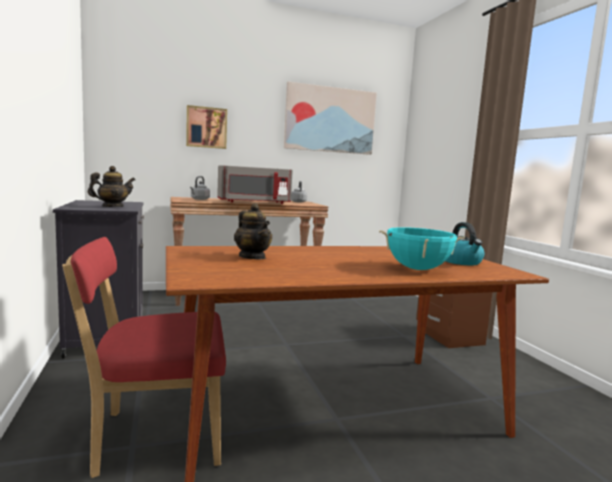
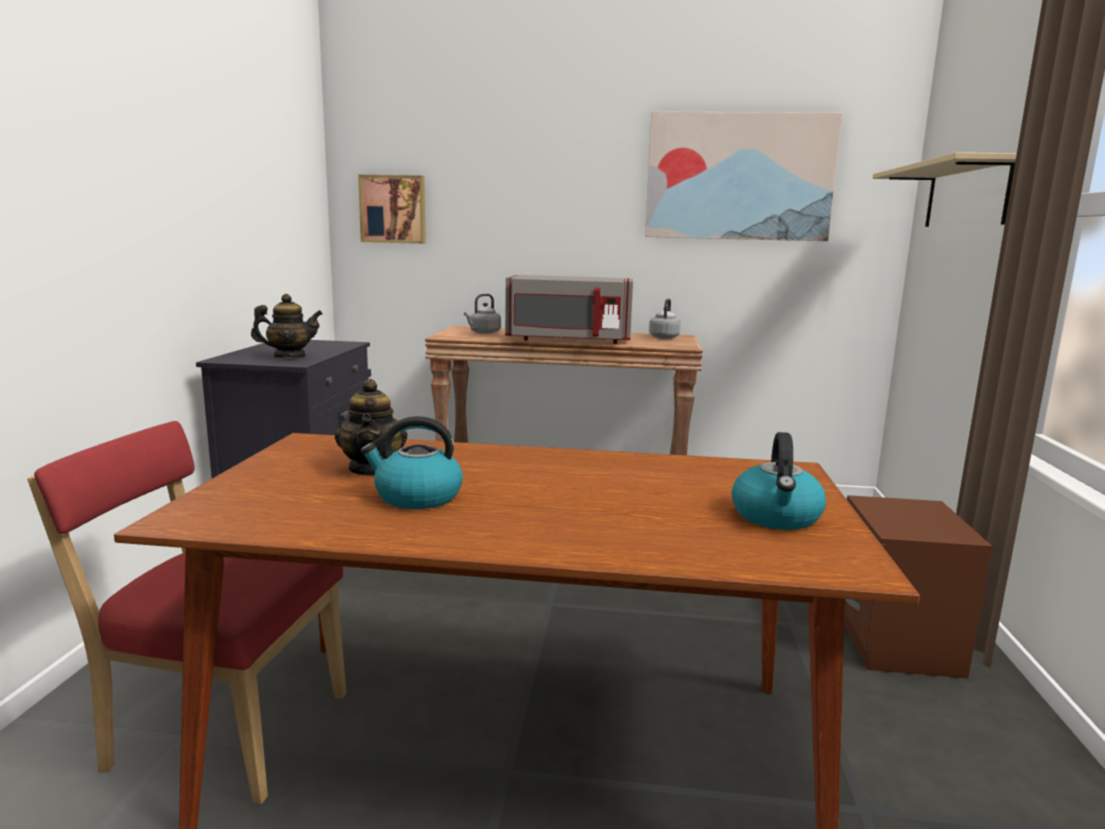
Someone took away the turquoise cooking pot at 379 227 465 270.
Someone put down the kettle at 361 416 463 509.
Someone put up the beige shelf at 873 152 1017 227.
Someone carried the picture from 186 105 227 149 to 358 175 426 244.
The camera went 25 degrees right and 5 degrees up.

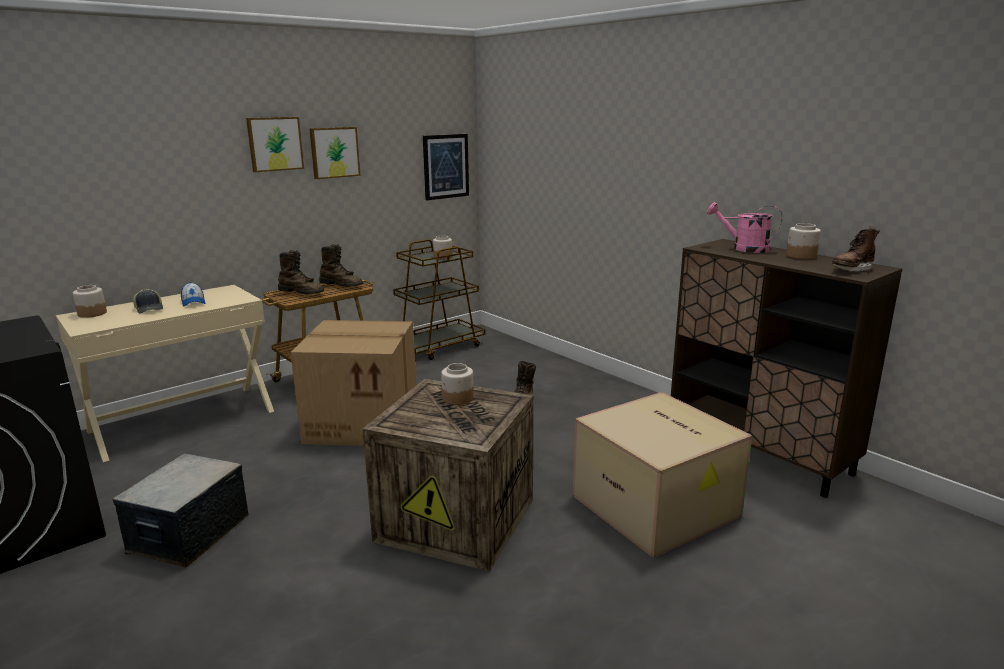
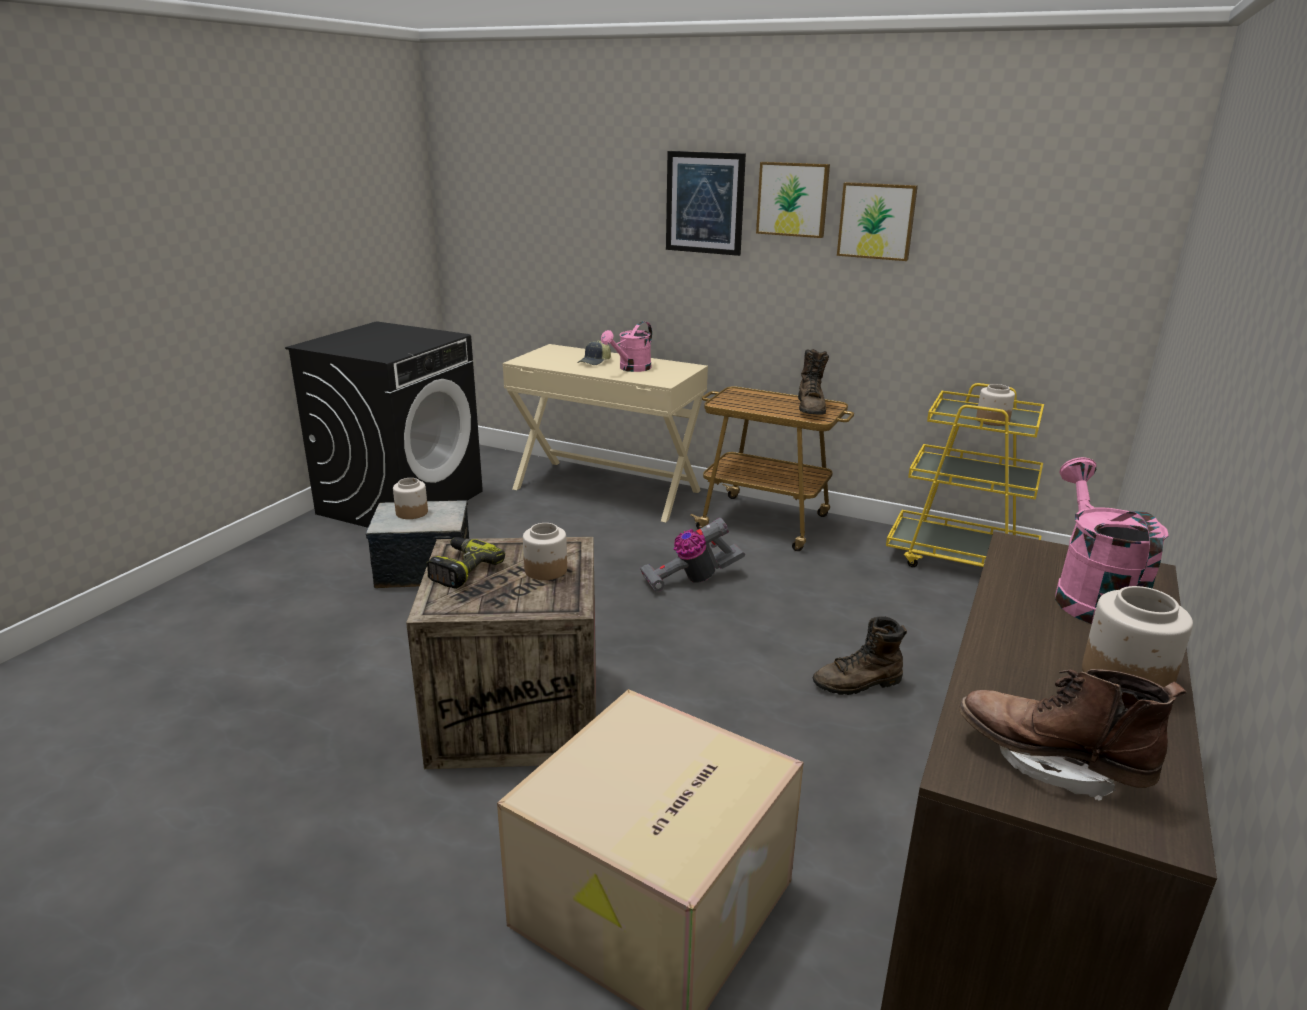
Someone took away the brown boot at 278 250 324 294.
Someone put down the power drill at 427 537 505 589.
Someone carried the jar from 73 285 107 318 to 393 478 428 519.
Someone carried the picture from 423 134 469 200 to 666 151 746 256.
Someone swapped the cap at 181 282 205 307 for the pink watering can at 601 321 652 372.
Someone swapped the cardboard box at 290 320 416 446 for the vacuum cleaner at 640 518 745 593.
Someone repainted the brown cart at 393 239 485 360, which became the yellow cart at 886 383 1044 567.
The camera went 65 degrees right and 5 degrees up.

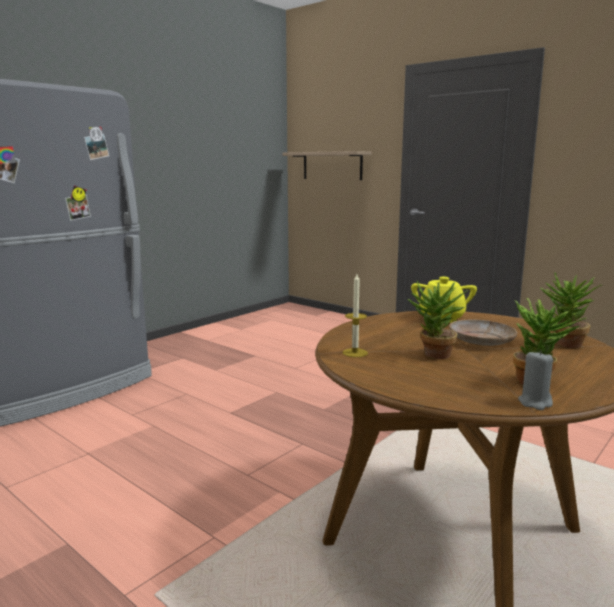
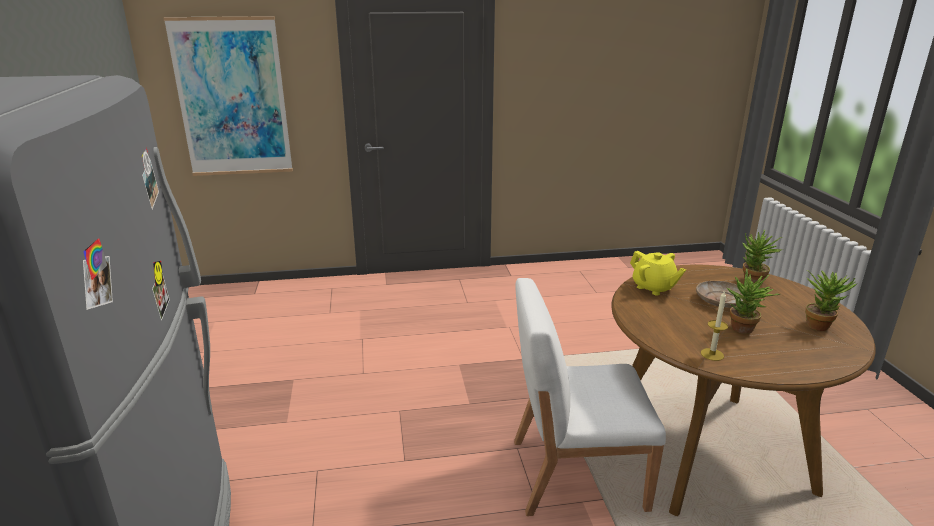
Someone took away the grey candle at 518 350 553 410.
Someone put down the white chair at 514 278 666 516.
Someone swapped the shelf at 282 151 371 180 for the picture at 163 16 293 176.
The camera went 50 degrees left and 10 degrees up.

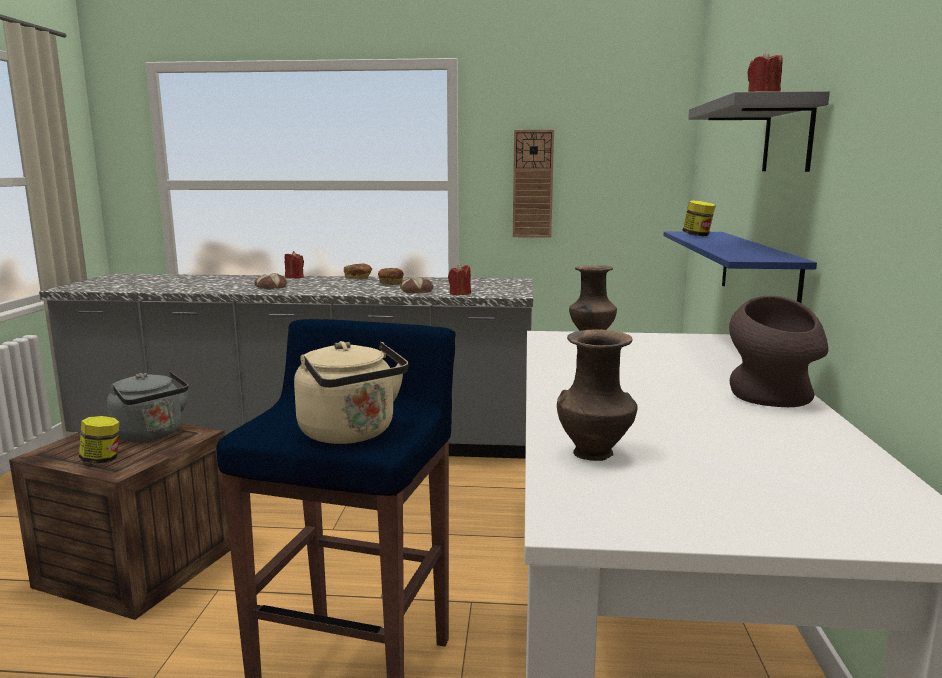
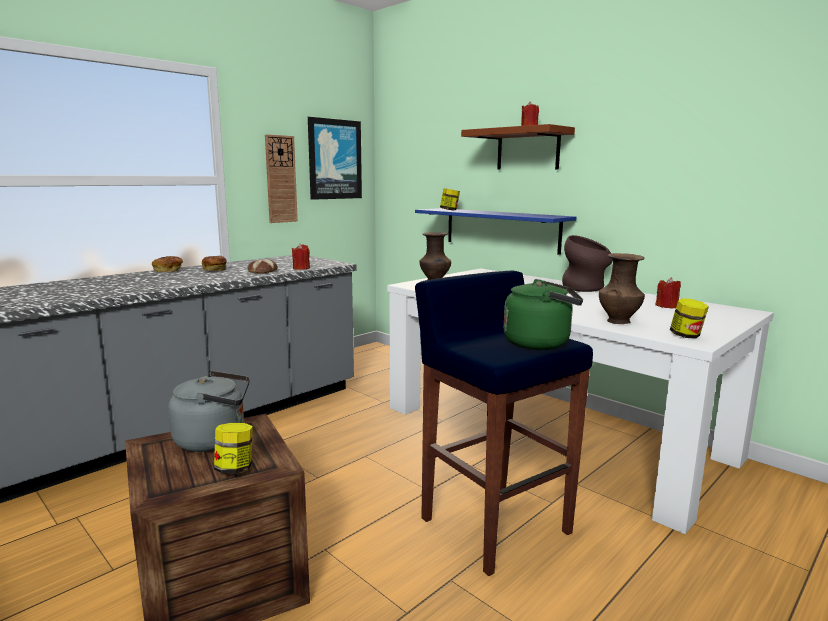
Someone took away the bread at 254 273 287 289.
Someone put up the picture at 308 117 362 200.
Someone put down the jar at 670 298 709 339.
Someone carried the red candle from 285 251 304 278 to 656 277 681 308.
Someone repainted the beige kettle at 294 341 408 444, which became the green kettle at 504 279 583 350.
Someone repainted the grey shelf at 688 91 830 172, which became the brown shelf at 461 124 575 170.
The camera went 50 degrees left and 0 degrees up.

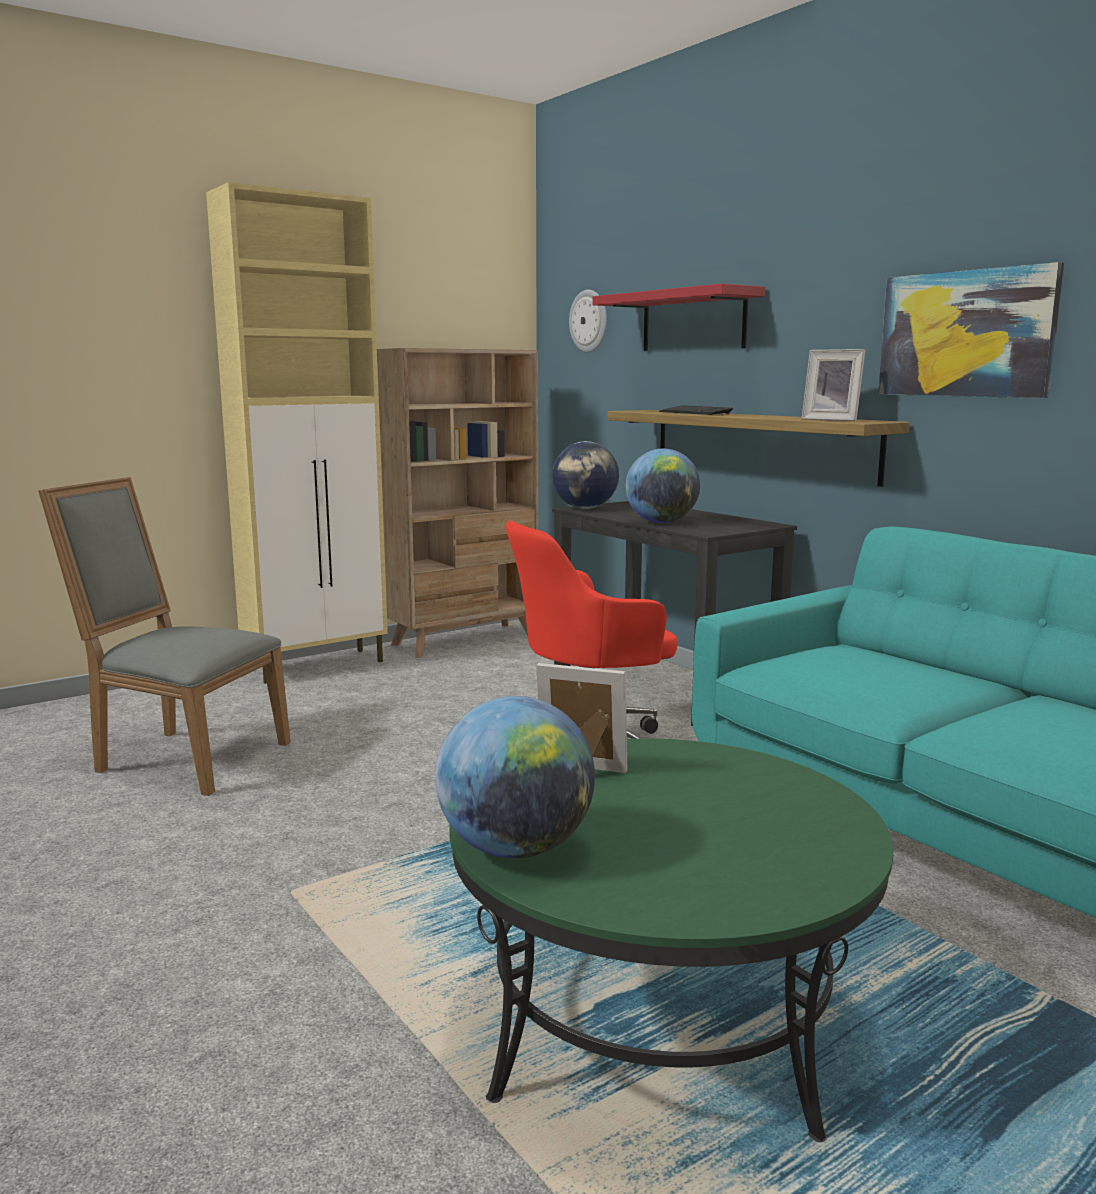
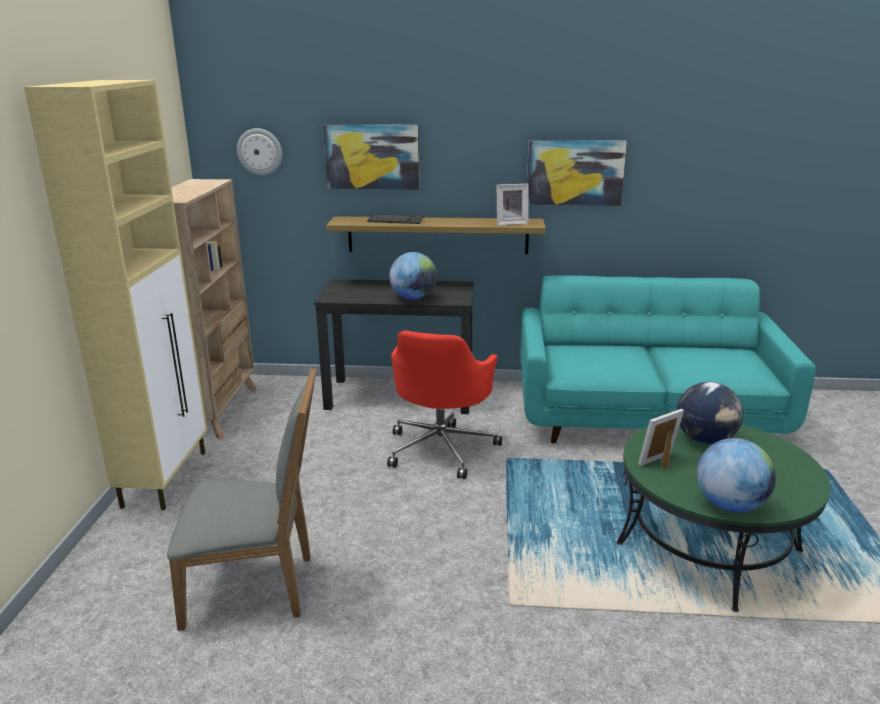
Someone carried the globe from 552 441 619 509 to 677 382 743 445.
Someone swapped the red shelf at 593 283 765 351 for the picture at 323 124 420 190.
Someone rotated the grey chair at 38 477 291 796 by 150 degrees counterclockwise.
The camera went 50 degrees left and 10 degrees up.

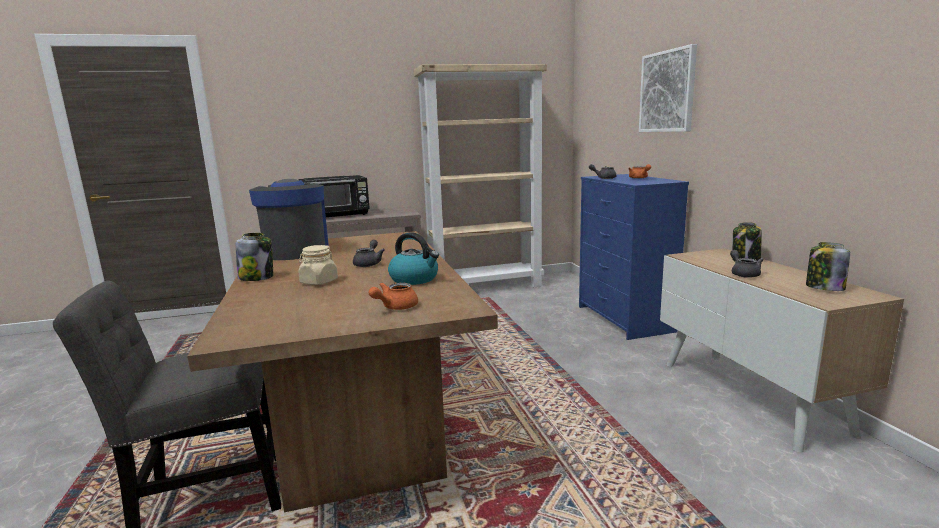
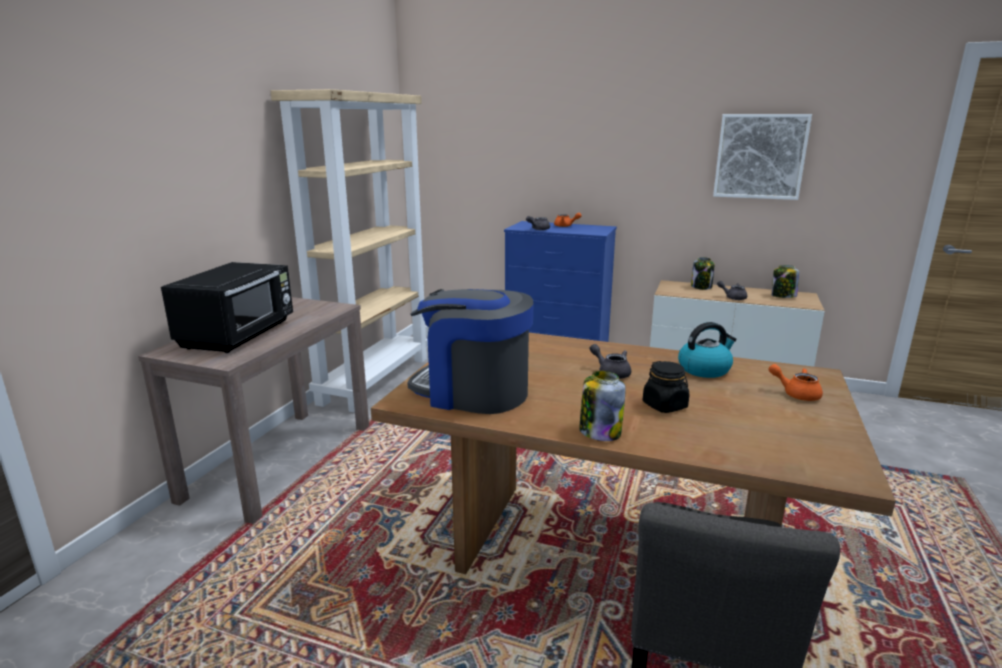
Someone carried the picture from 639 44 697 132 to 713 114 812 200.
Someone repainted the beige jar at 298 245 338 285, which became the black jar at 643 361 689 413.
Someone rotated the orange teapot at 369 283 418 310 by 135 degrees clockwise.
The camera went 55 degrees left and 5 degrees up.

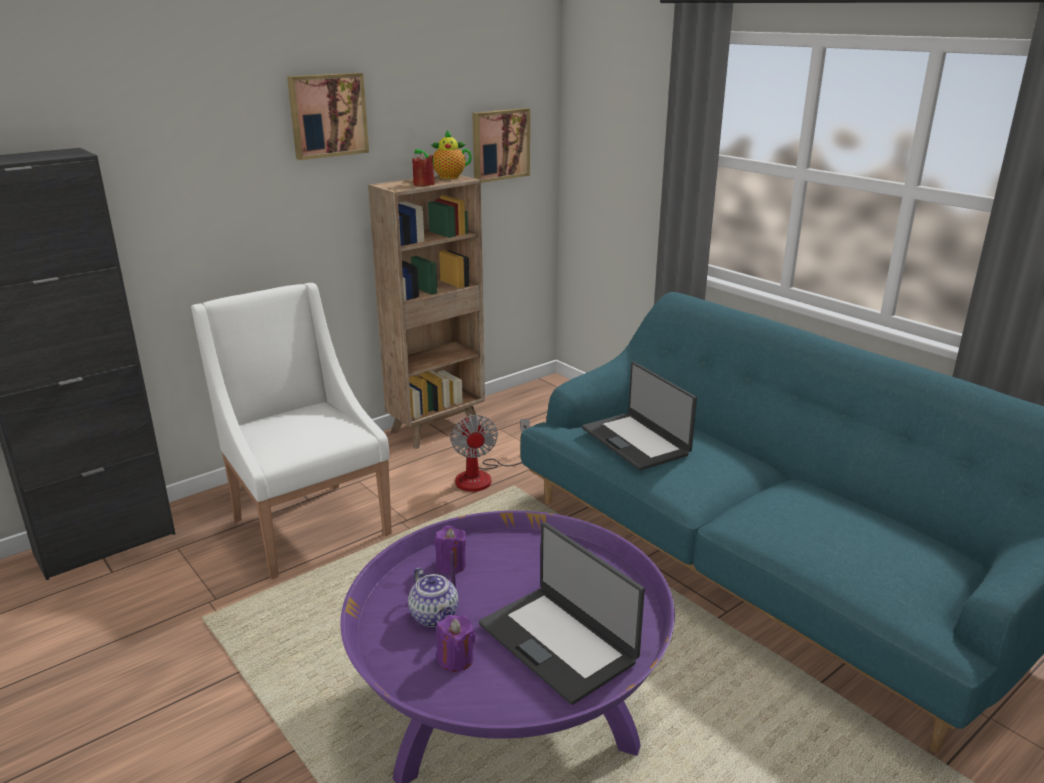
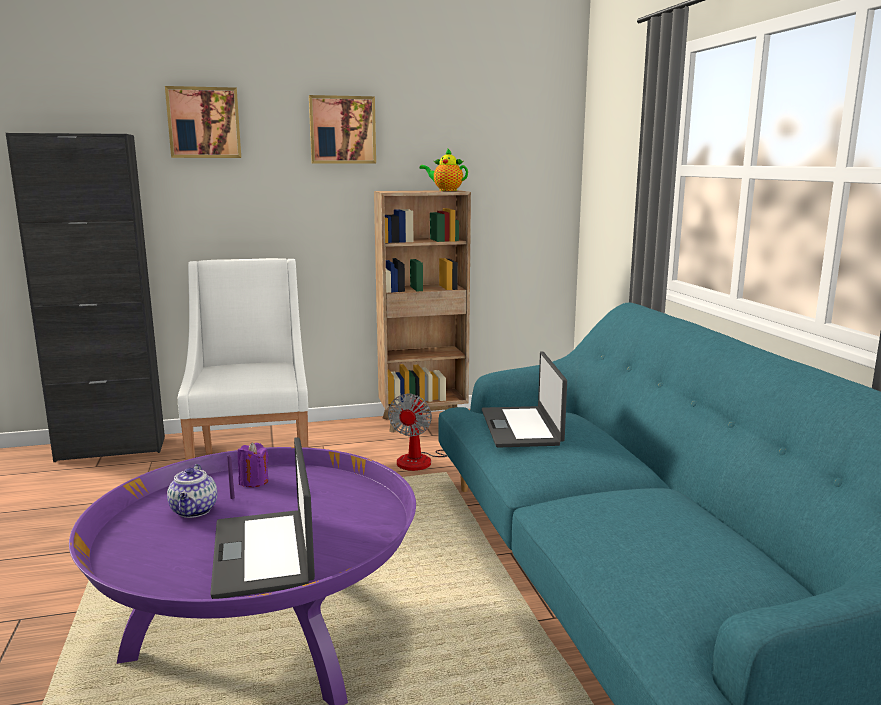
Someone took away the red candle at 412 153 435 186.
Someone took away the purple candle at 436 615 476 672.
Someone carried the picture from 472 108 530 183 to 165 86 241 158.
The camera went 25 degrees right and 10 degrees down.

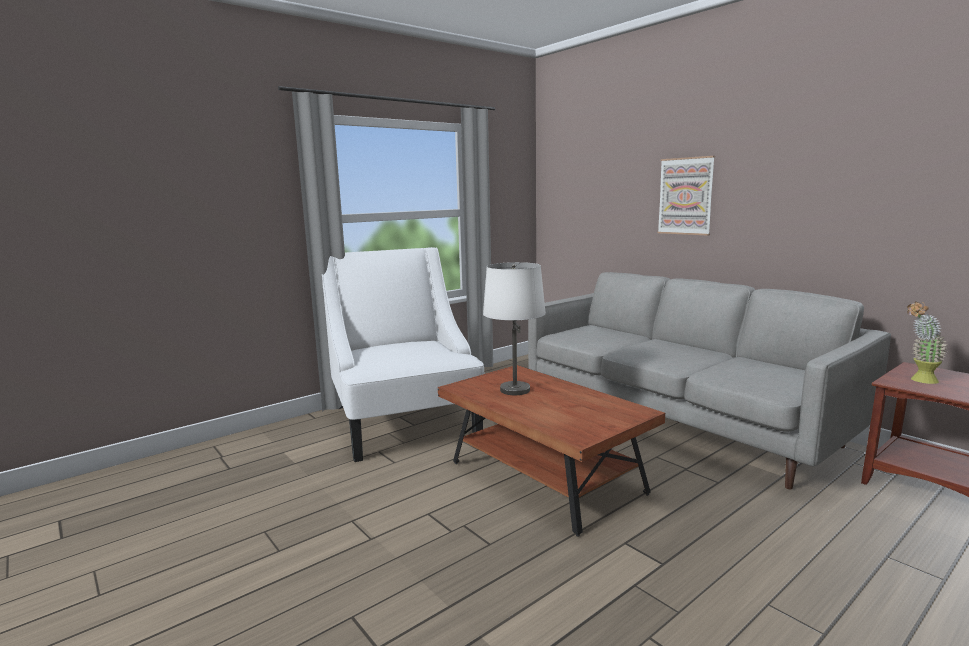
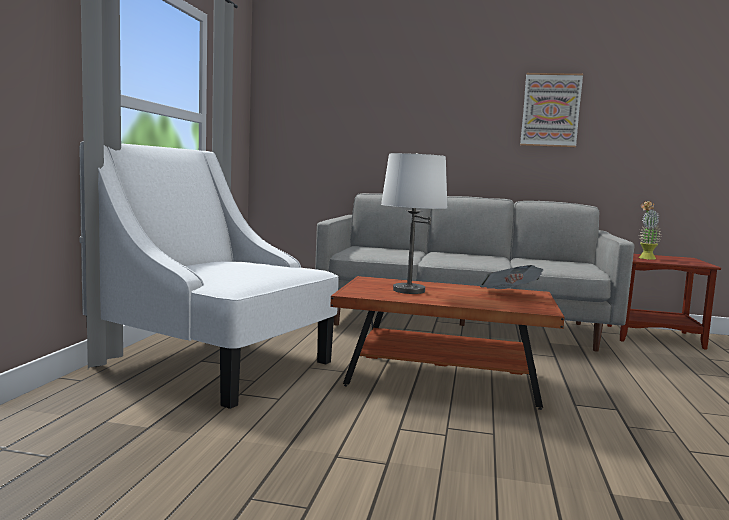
Someone put down the newspaper at 480 265 543 289.
Someone carried the picture from 657 156 715 236 to 520 73 583 147.
The camera went 40 degrees left and 5 degrees down.

